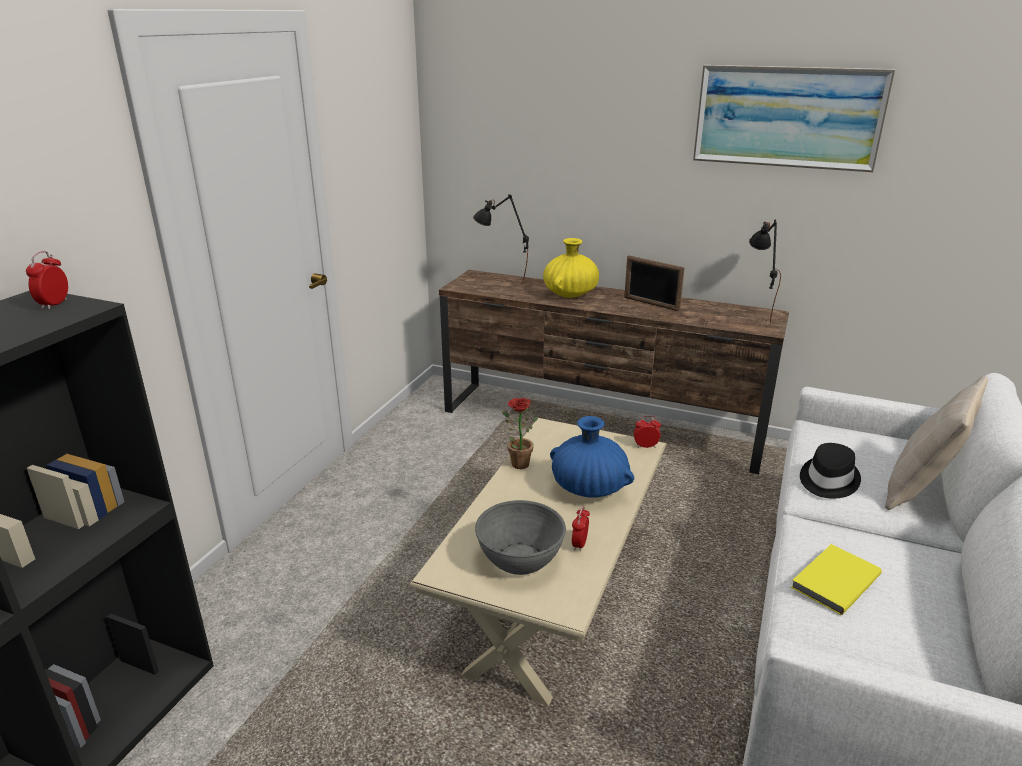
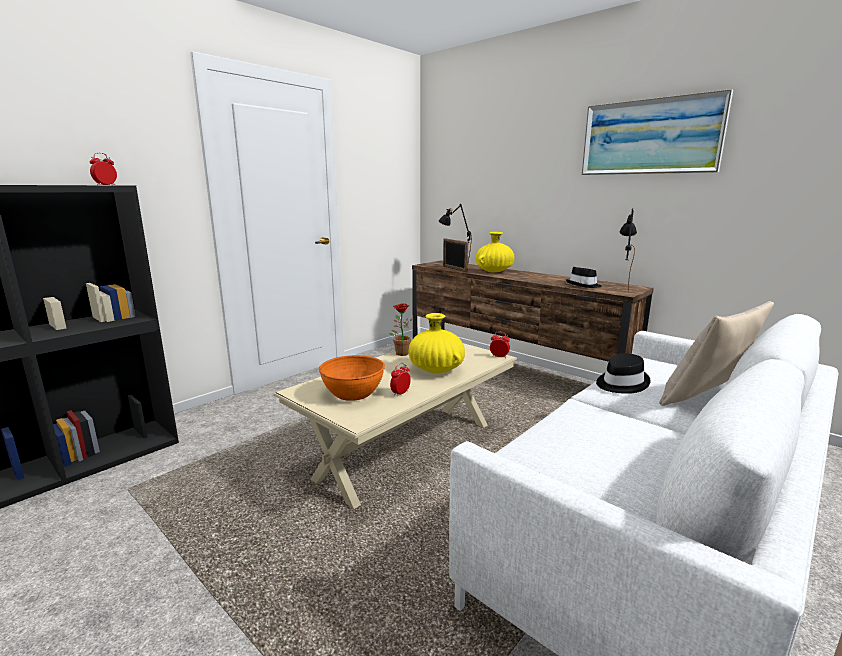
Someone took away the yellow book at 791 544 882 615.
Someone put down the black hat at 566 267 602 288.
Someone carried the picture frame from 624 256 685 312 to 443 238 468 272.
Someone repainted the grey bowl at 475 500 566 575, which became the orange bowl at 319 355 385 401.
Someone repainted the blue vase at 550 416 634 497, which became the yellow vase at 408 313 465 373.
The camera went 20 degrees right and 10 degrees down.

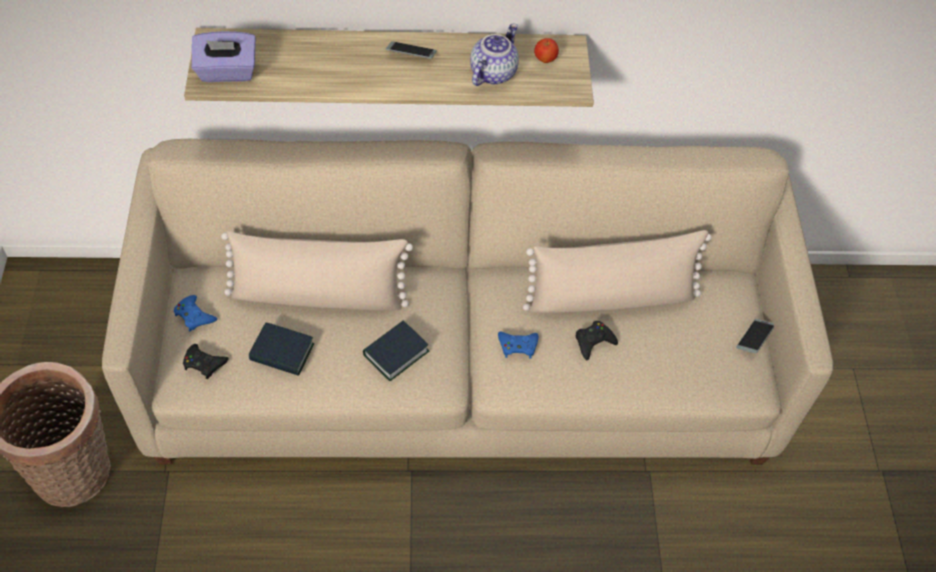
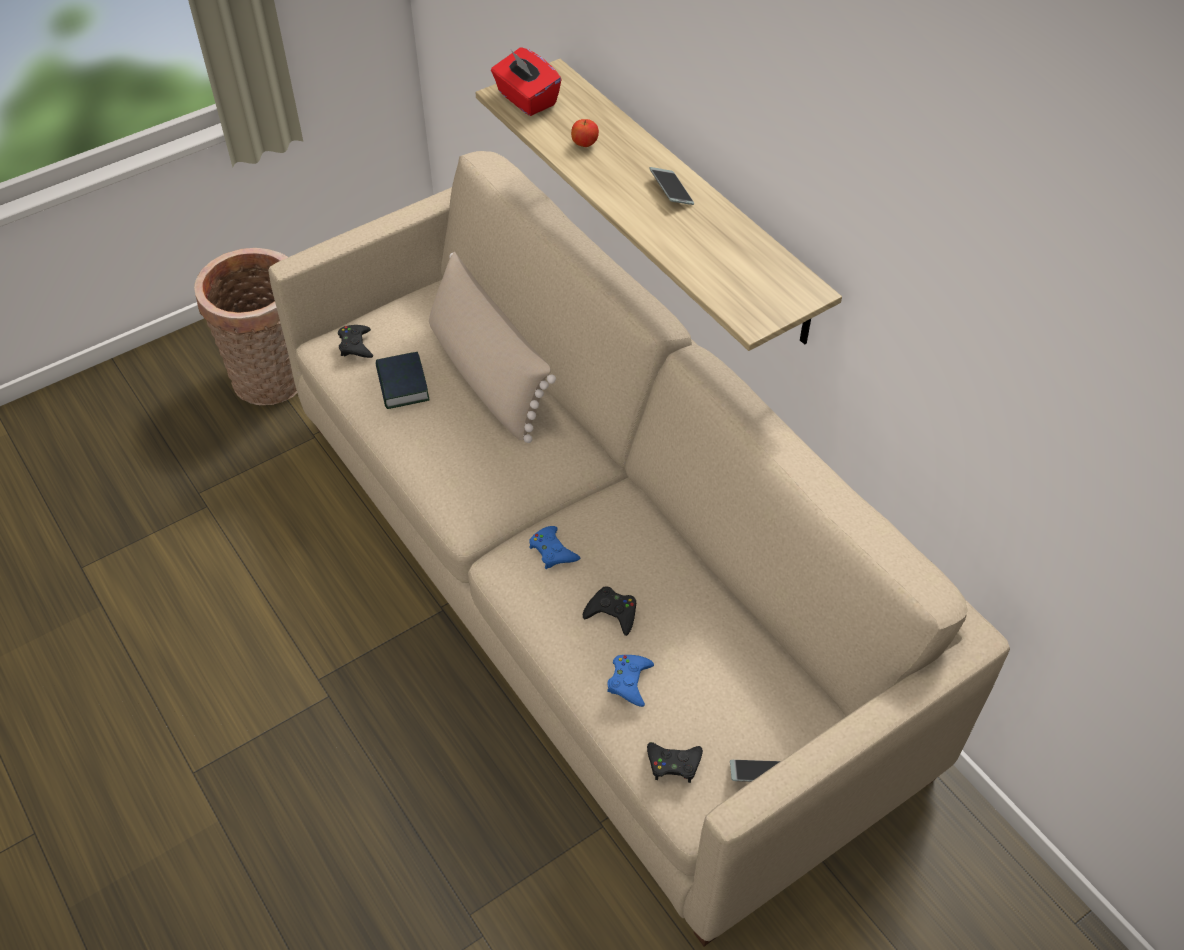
Someone took away the book at 363 320 430 381.
Someone took away the teapot at 470 23 519 86.
Someone took away the beige pillow at 523 230 712 313.
Someone put down the black game controller at 647 742 703 783.
Someone carried the blue game controller from 174 295 217 331 to 607 655 654 707.
Someone carried the apple from 534 38 559 63 to 571 119 599 147.
Someone repainted the purple tissue box at 191 31 256 82, which became the red tissue box at 491 47 562 116.
The camera went 60 degrees right and 5 degrees down.

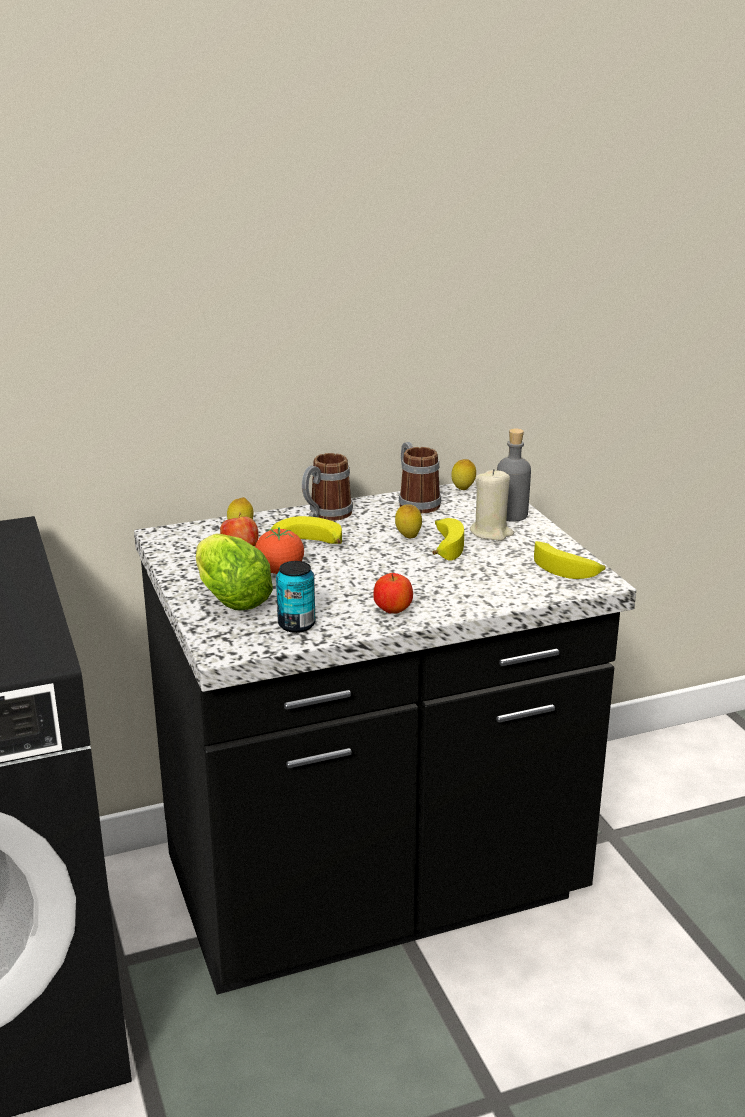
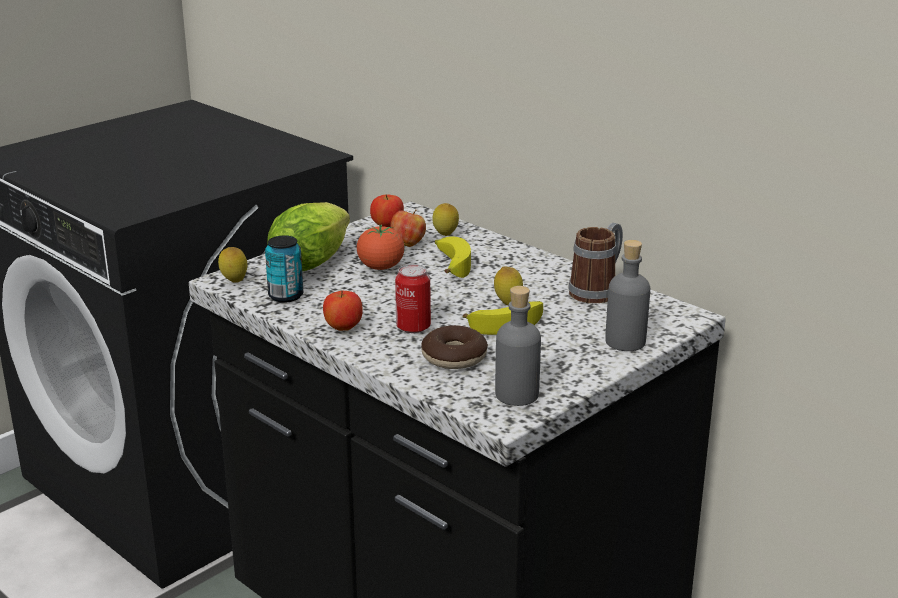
Someone took away the mug at 302 453 353 521.
Someone took away the beige candle at 470 469 514 541.
Someone put down the apple at 370 194 404 227.
Someone put down the can at 395 264 431 333.
Someone put down the donut at 421 325 488 369.
Someone carried the lemon from 451 459 476 490 to 218 247 247 283.
Someone swapped the banana at 534 541 606 579 for the grey bottle at 495 286 541 406.
The camera went 65 degrees right and 0 degrees up.

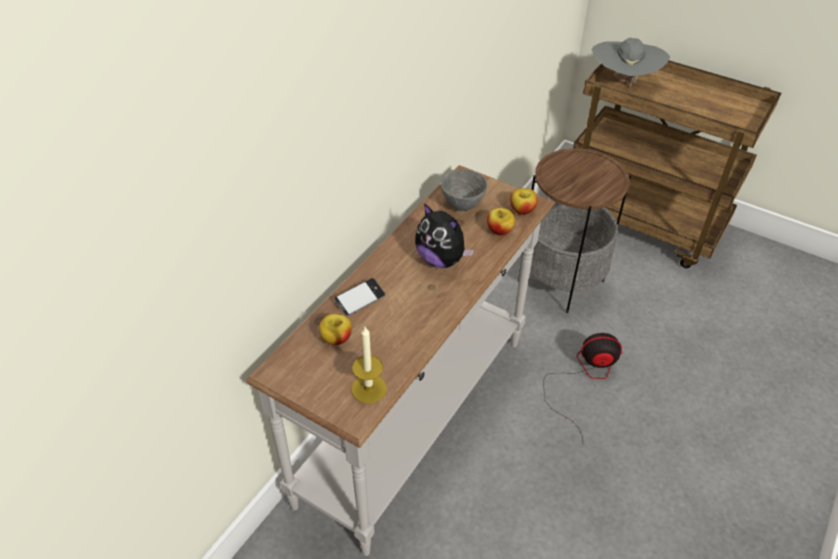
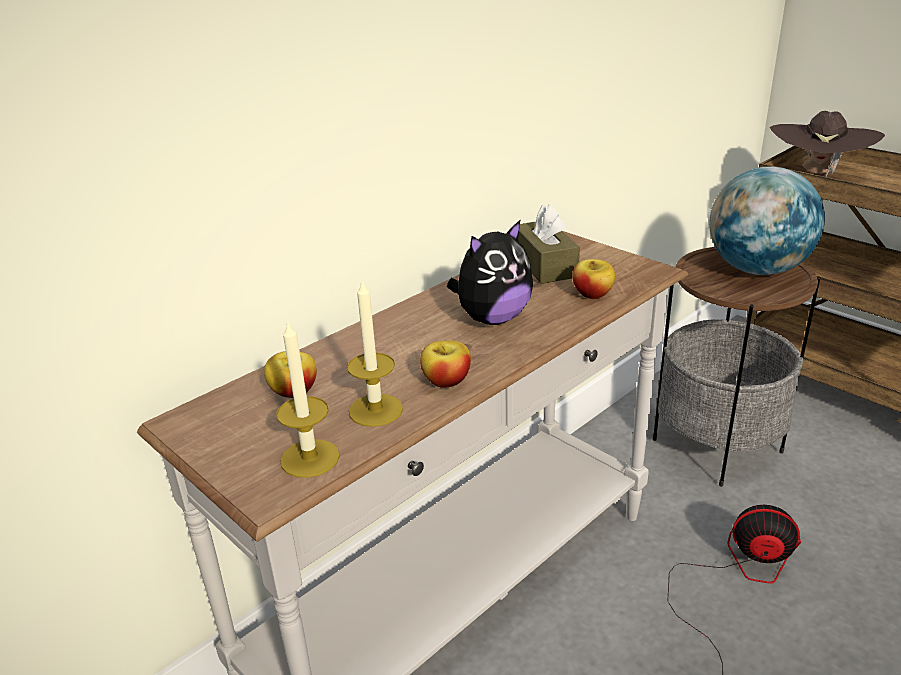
Someone took away the phone at 334 278 385 316.
Someone put down the candle at 347 281 403 427.
Someone put down the globe at 709 166 825 275.
Someone carried the apple from 510 188 538 215 to 420 341 471 388.
Someone swapped the grey bowl at 441 170 487 211 for the brown tissue box at 518 205 580 284.
Someone repainted the grey hat at 591 38 670 87, which became the brown hat at 770 111 885 177.
Someone rotated the plush toy at 415 203 474 268 by 90 degrees counterclockwise.
The camera went 15 degrees right and 15 degrees down.

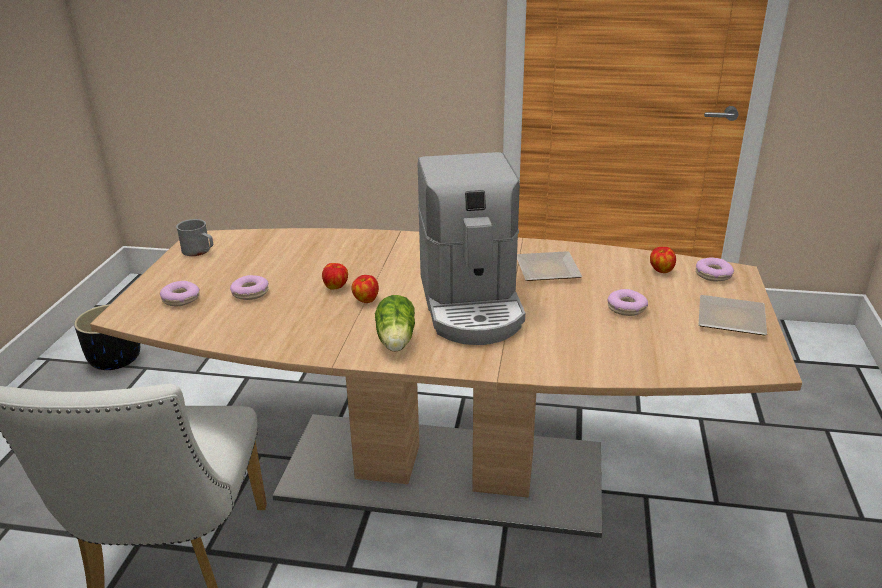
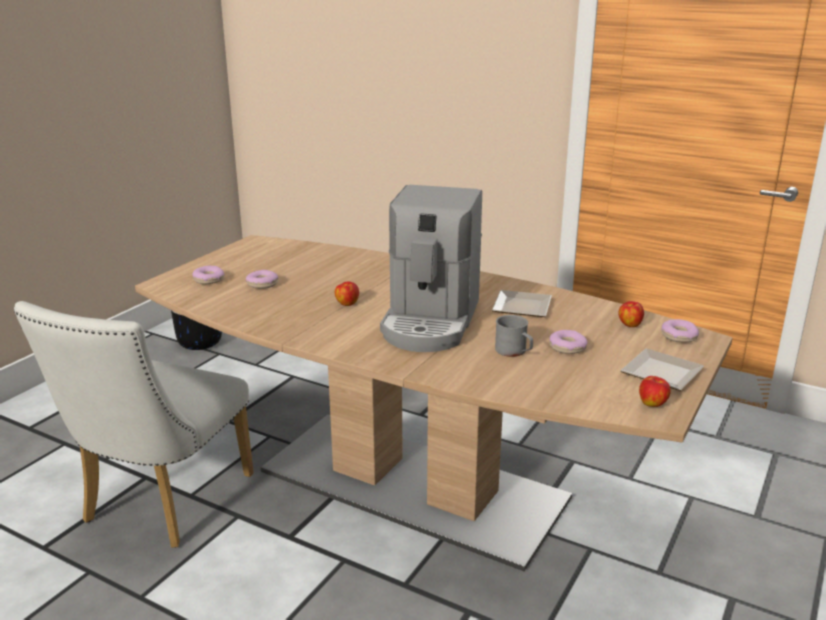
Someone took away the lettuce at 375 295 415 352.
Someone carried the grey mug from 176 219 213 256 to 495 315 533 357.
Someone carried the apple from 322 263 348 290 to 639 376 671 407.
The camera went 20 degrees right and 5 degrees down.

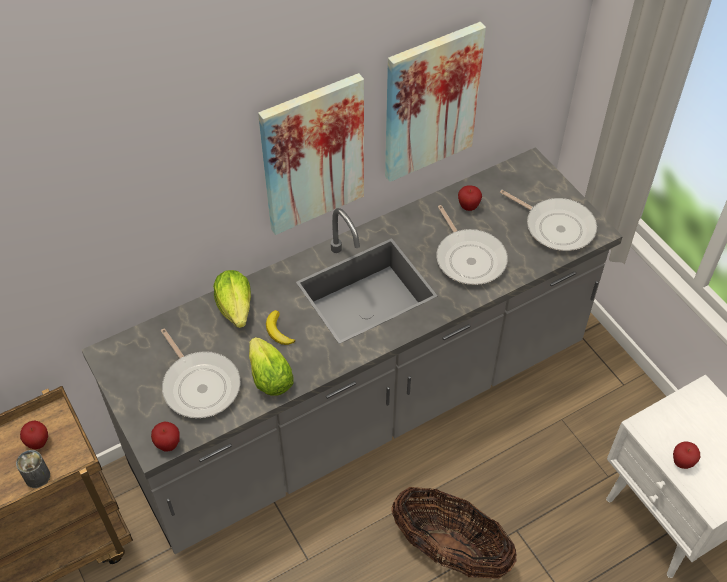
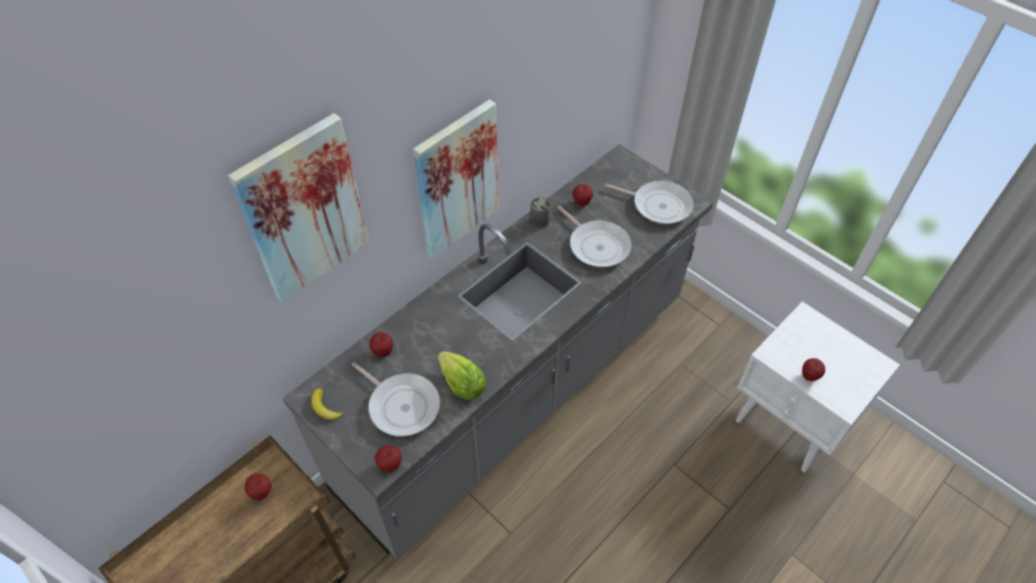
Someone took away the lettuce at 213 270 251 328.
Someone took away the basket at 391 487 516 579.
Someone put down the apple at 369 332 393 357.
Someone carried the can from 16 450 50 488 to 531 197 550 229.
Someone carried the banana from 266 310 295 345 to 311 388 343 420.
Someone carried the picture from 385 22 486 182 to 228 113 369 302.
The camera went 15 degrees left and 0 degrees up.

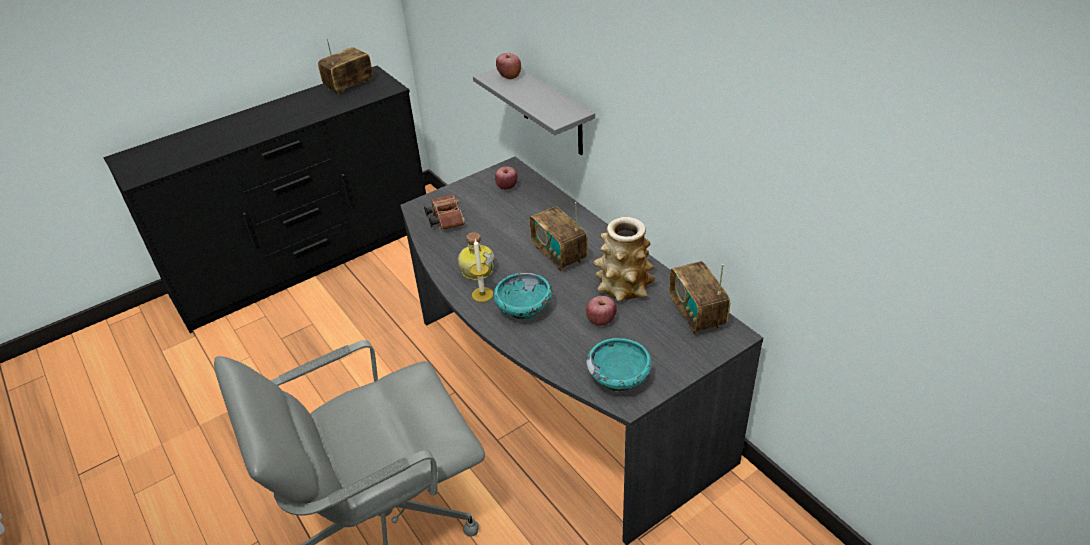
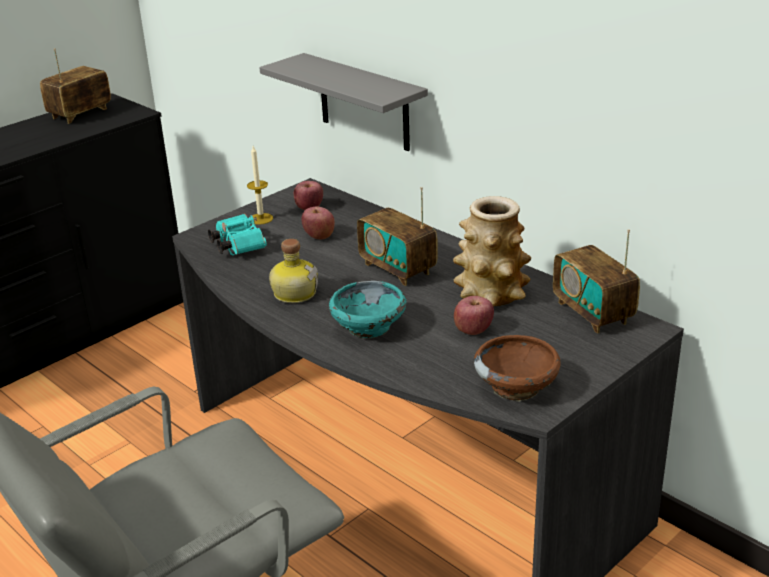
Someone carried the candle from 470 239 493 302 to 247 146 273 225.
Someone carried the apple from 496 53 521 79 to 302 207 335 240.
Someone repainted the brown binoculars at 424 194 465 230, which became the turquoise binoculars at 208 214 267 256.
Someone repainted the turquoise bowl at 586 338 652 393, which became the brown bowl at 474 335 561 402.
The camera went 10 degrees left and 10 degrees down.

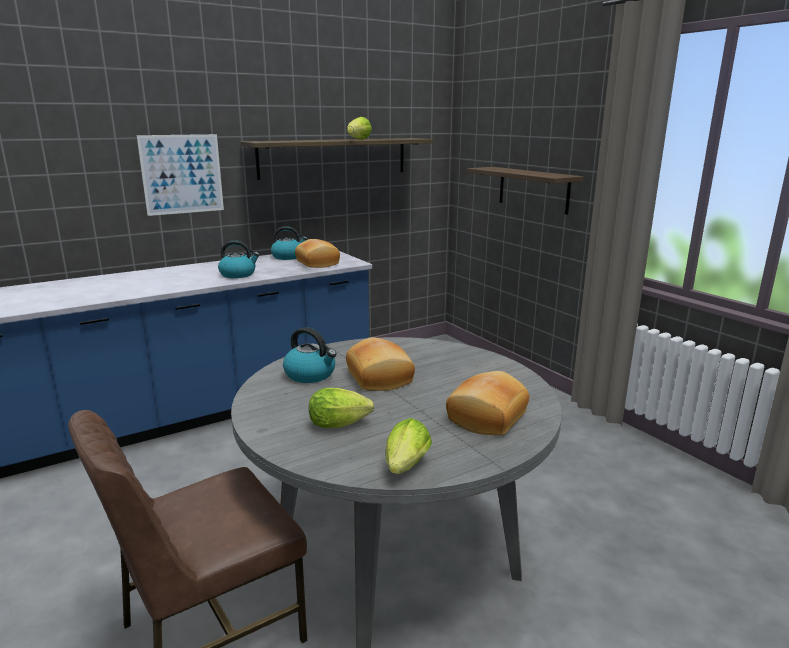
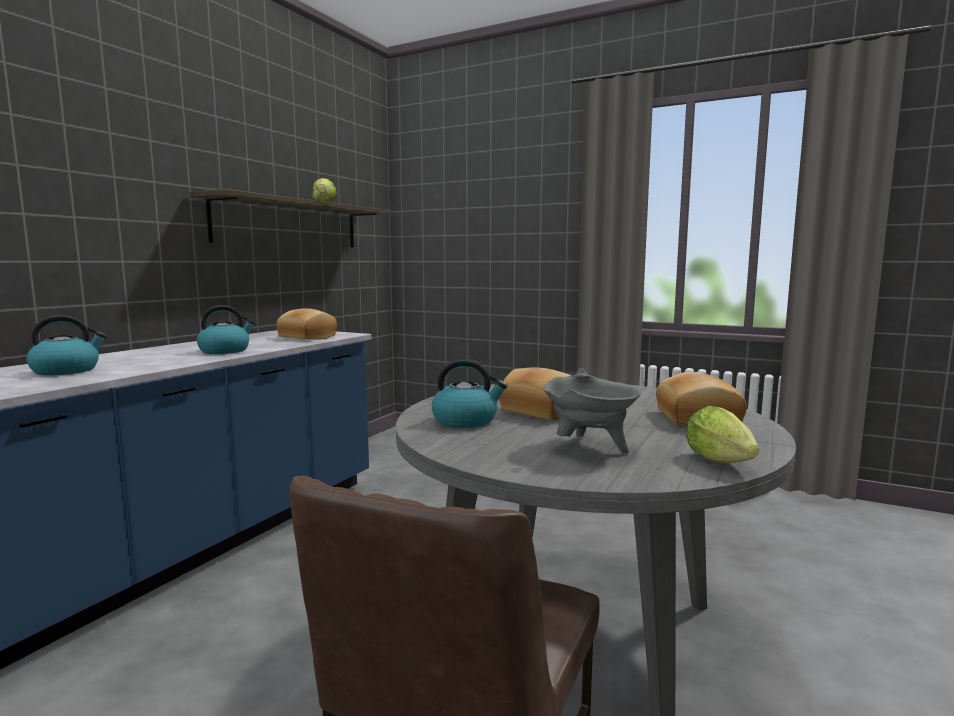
Someone took away the picture at 137 134 224 216.
Someone took away the shelf at 467 167 583 215.
Someone carried the kettle from 271 226 308 260 to 26 315 107 376.
Someone swapped the lettuce at 309 388 374 428 for the grey cooking pot at 543 368 640 454.
The camera went 30 degrees left and 10 degrees down.

